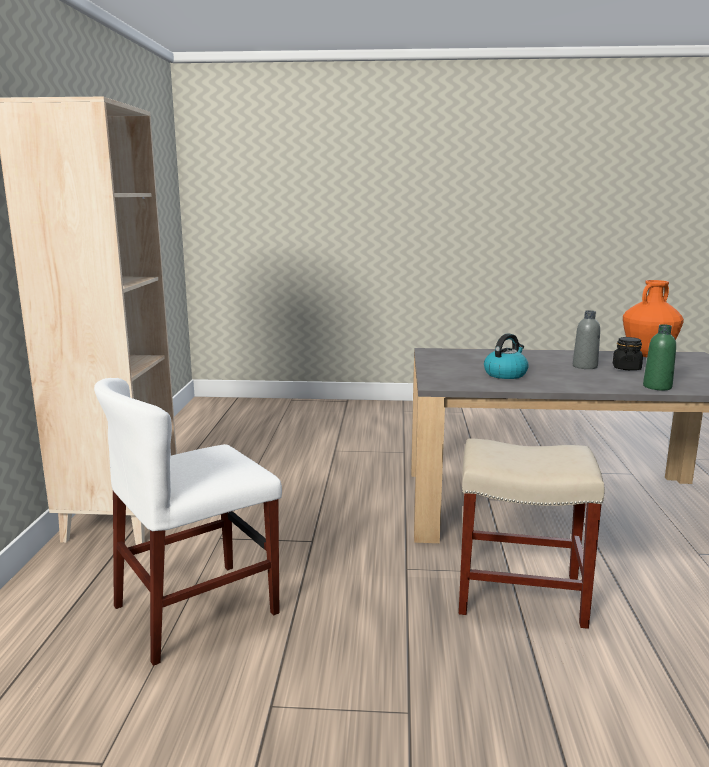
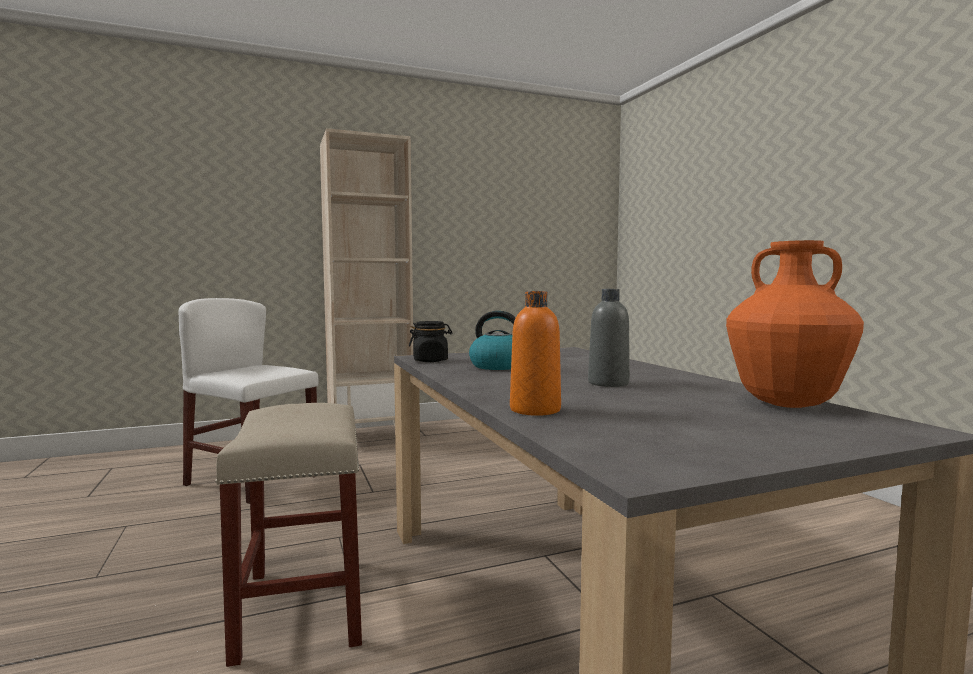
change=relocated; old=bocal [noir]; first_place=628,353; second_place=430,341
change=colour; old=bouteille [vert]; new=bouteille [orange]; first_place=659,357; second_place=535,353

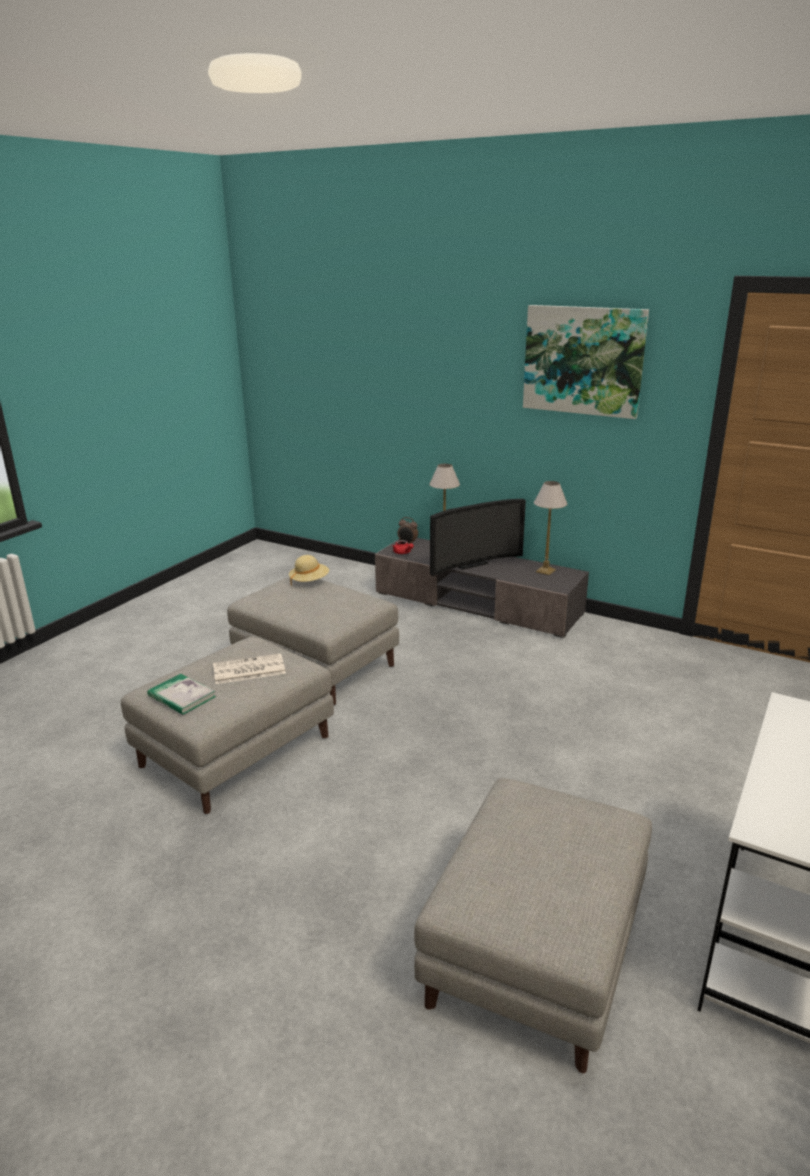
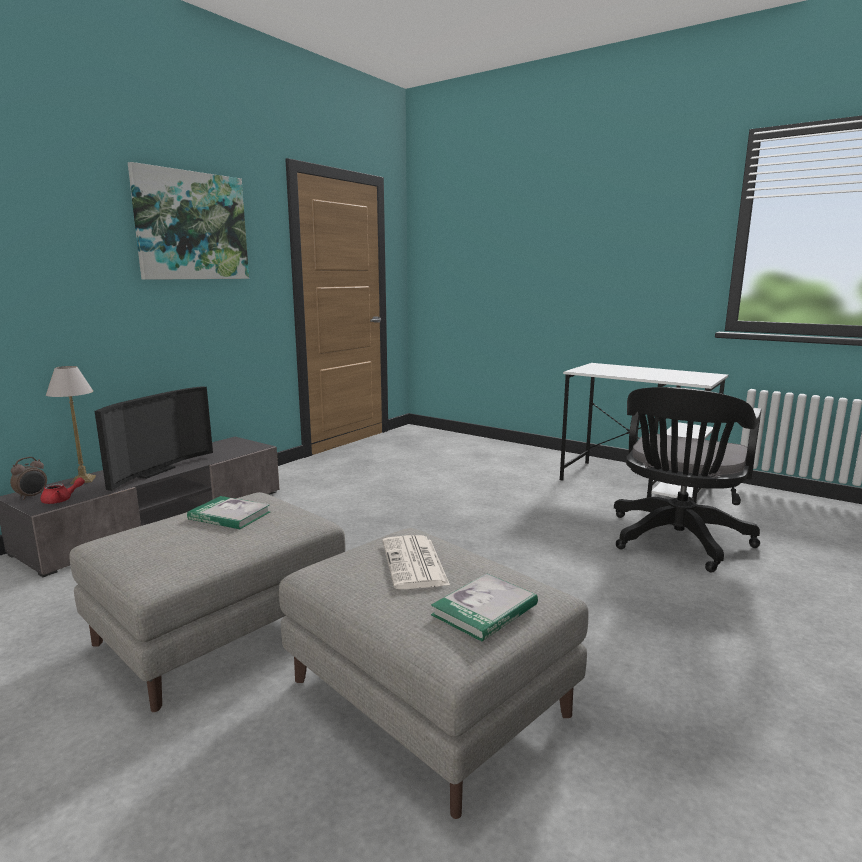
change=spun; old=téléviseur; first_place=478,537; second_place=154,438; degrees=45
change=appeared; new=livre; second_place=228,512
change=exchanged; old=pouf [gris]; new=chaise de bureau [noir]; first_place=533,925; second_place=688,479
change=missing; old=chapeau [beige]; first_place=309,570
change=missing; old=lampe de table; first_place=550,528

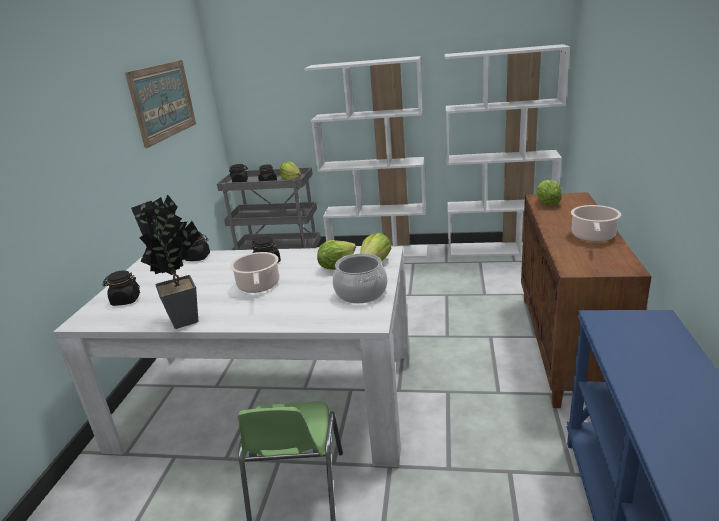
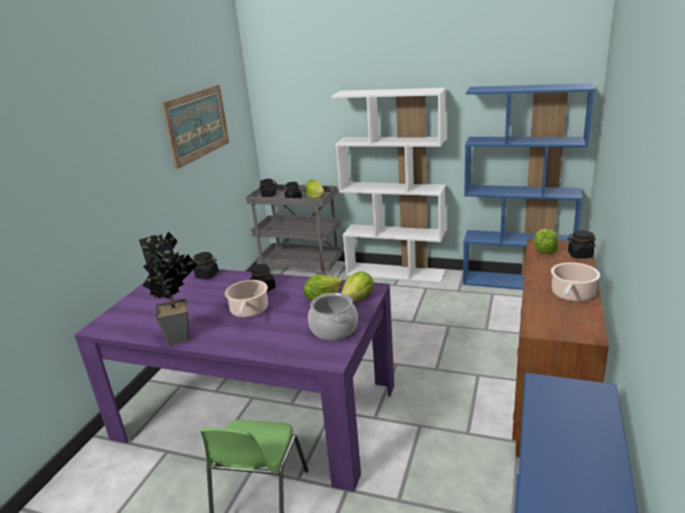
change=colour; old=table à manger [blanc]; new=table à manger [violet]; first_place=231,356; second_place=234,380
change=colour; old=bibliothèque [blanc]; new=bibliothèque [bleu]; first_place=507,150; second_place=529,186
change=relocated; old=bocal [noir]; first_place=121,288; second_place=581,244

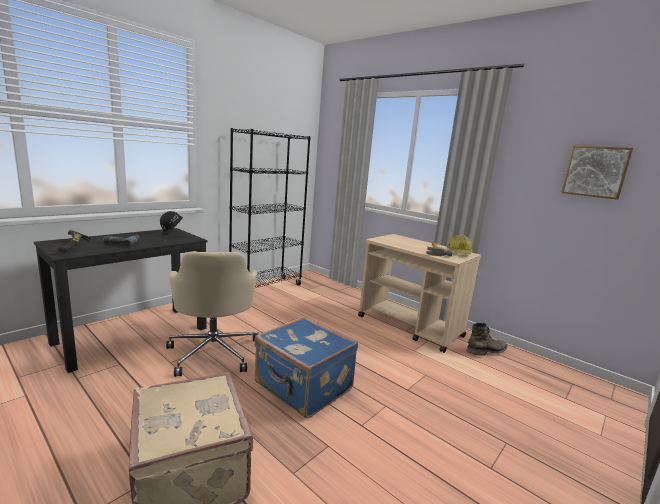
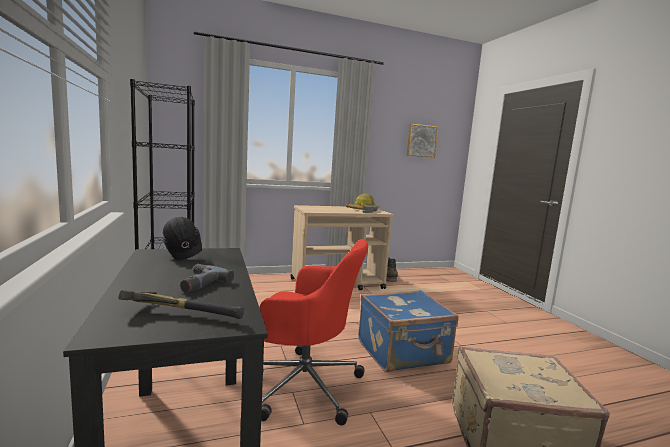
change=colour; old=chaise de bureau [beige]; new=chaise de bureau [rouge]; first_place=212,314; second_place=313,332

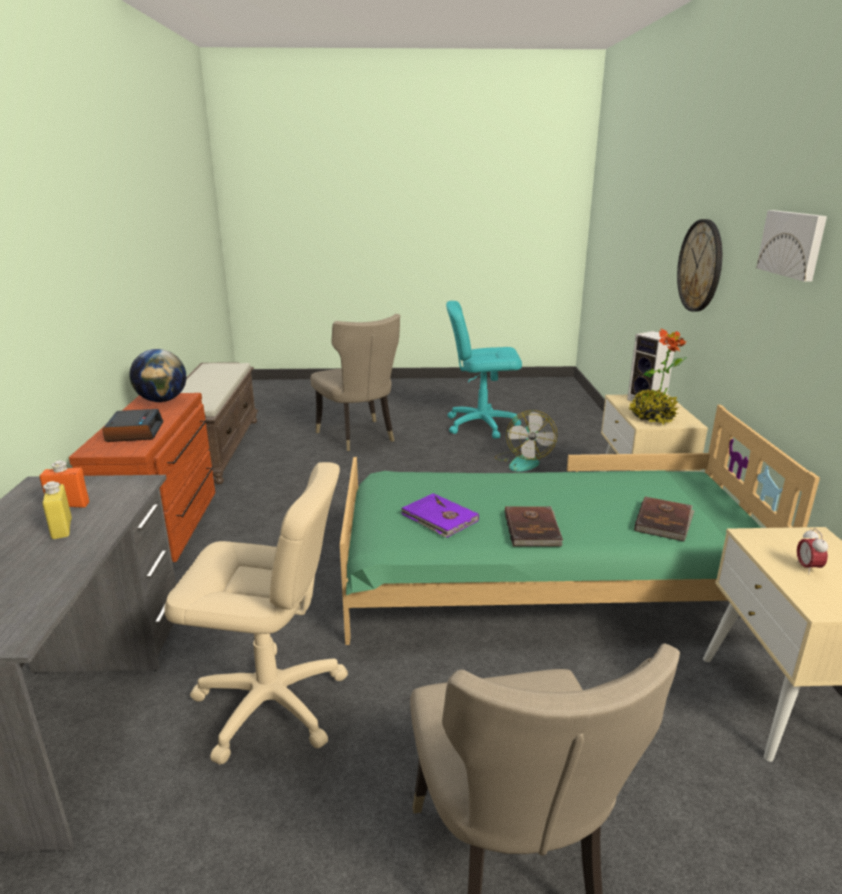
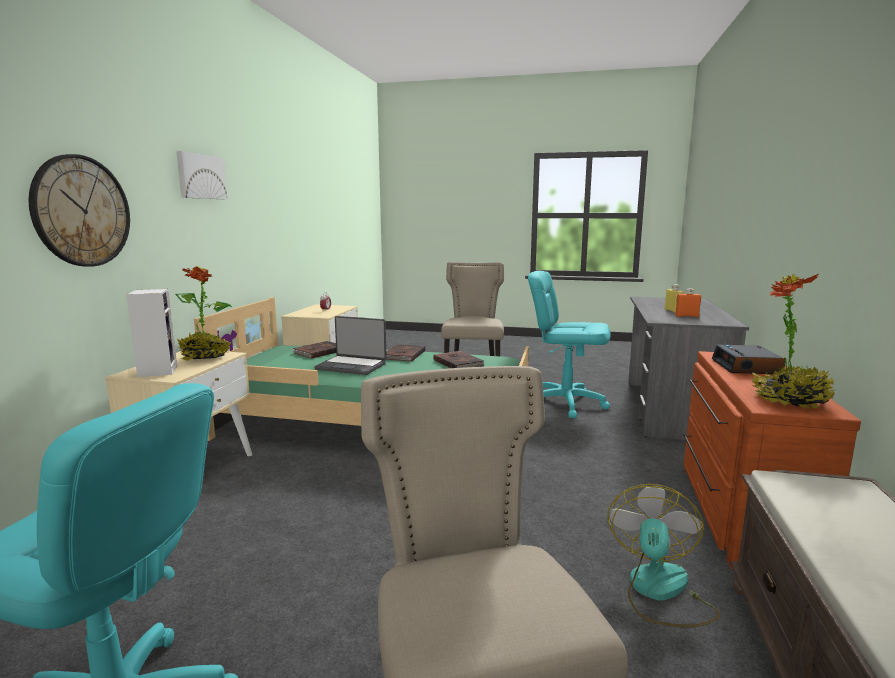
change=appeared; new=ordinateur portable; second_place=351,345
change=colour; old=livre [violet]; new=livre [marron]; first_place=440,515; second_place=458,359
change=colour; old=chaise de bureau [beige]; new=chaise de bureau [turquoise]; first_place=256,613; second_place=569,344
change=relocated; old=ventilateur; first_place=526,441; second_place=664,555
change=exchanged; old=globe; new=plante en pot; first_place=157,375; second_place=794,341

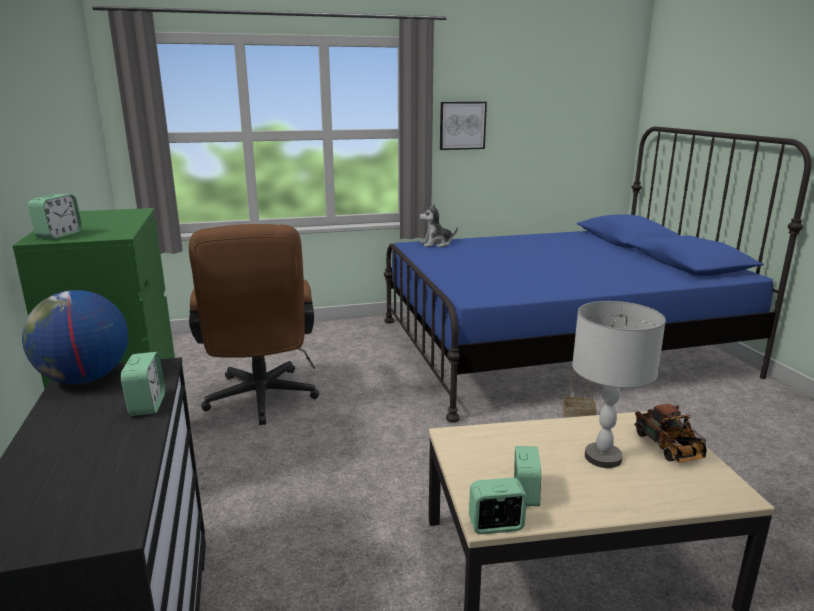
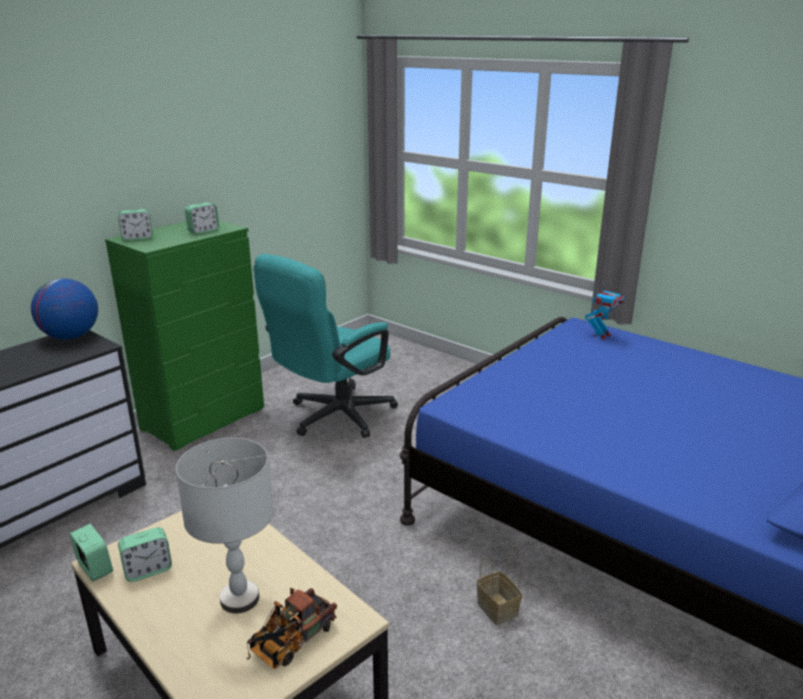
change=relocated; old=réveil; first_place=143,384; second_place=202,218
change=colour; old=chaise de bureau [marron]; new=chaise de bureau [turquoise]; first_place=254,324; second_place=326,346
change=exchanged; old=peluche; new=robot jouet; first_place=438,225; second_place=605,310
change=missing; old=tableau; first_place=463,126

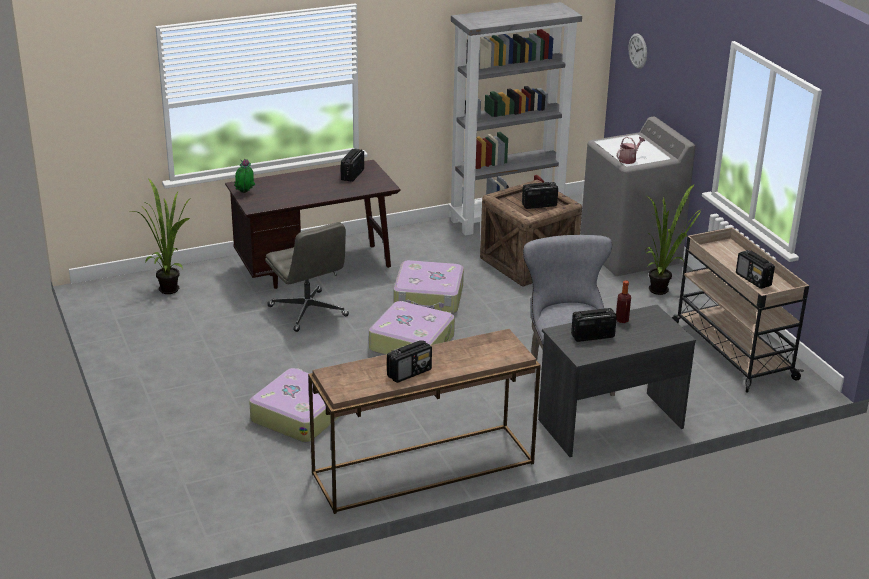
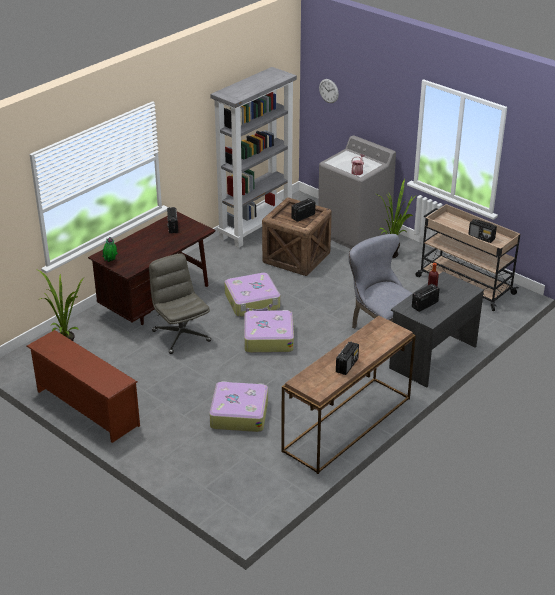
change=appeared; new=étagère à chaussures [marron]; second_place=83,386
change=spun; old=chaise de bureau [gris]; first_place=307,277; second_place=180,303; degrees=-150

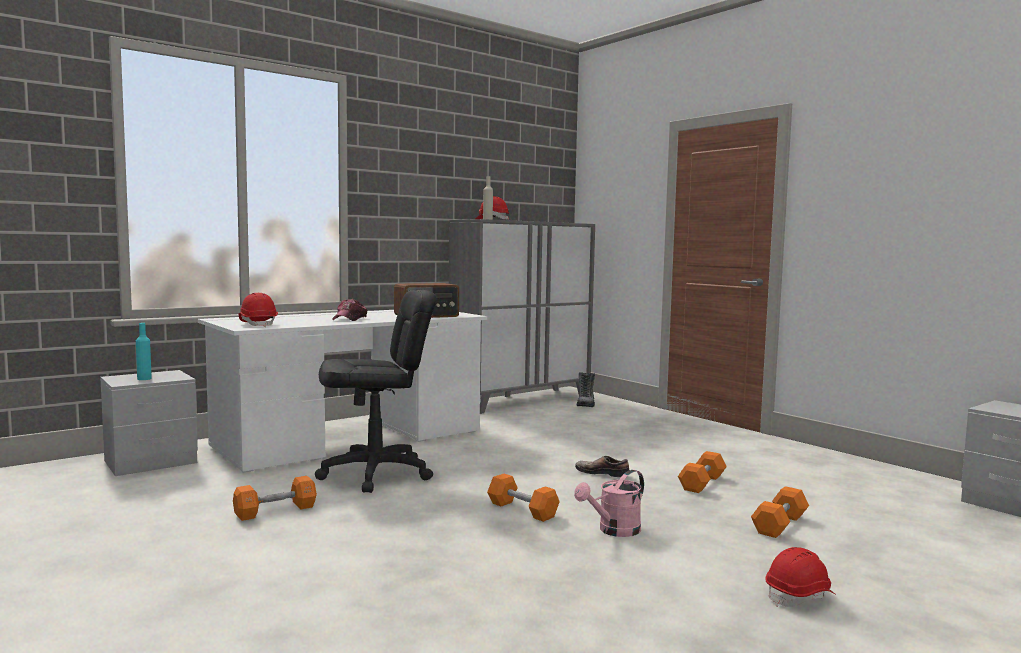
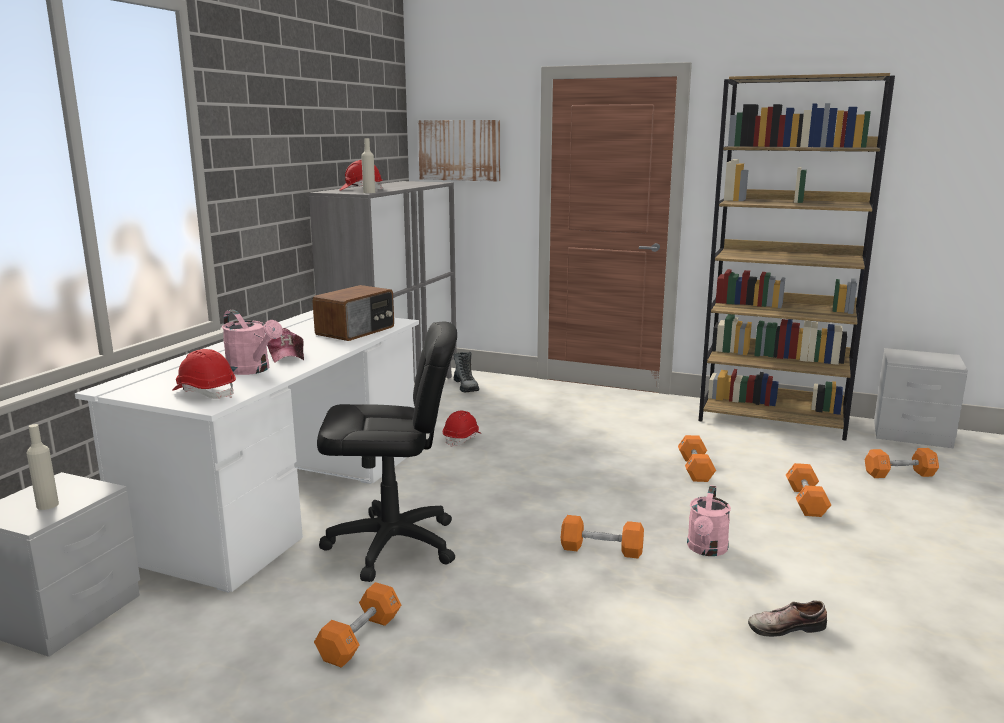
change=colour; old=bouteille [turquoise]; new=bouteille [beige]; first_place=144,351; second_place=43,467
change=appeared; new=arrosoir [rose]; second_place=252,342
change=spun; old=chaise de bureau [noir]; first_place=375,391; second_place=387,451; degrees=45
change=appeared; new=tableau; second_place=459,151
change=relocated; old=casque de chantier [rouge]; first_place=800,577; second_place=462,429
change=appeared; new=bibliothèque [marron]; second_place=797,256
change=relocated; old=chaussure; first_place=602,466; second_place=787,618
change=appeared; new=haltère [orange]; second_place=902,463

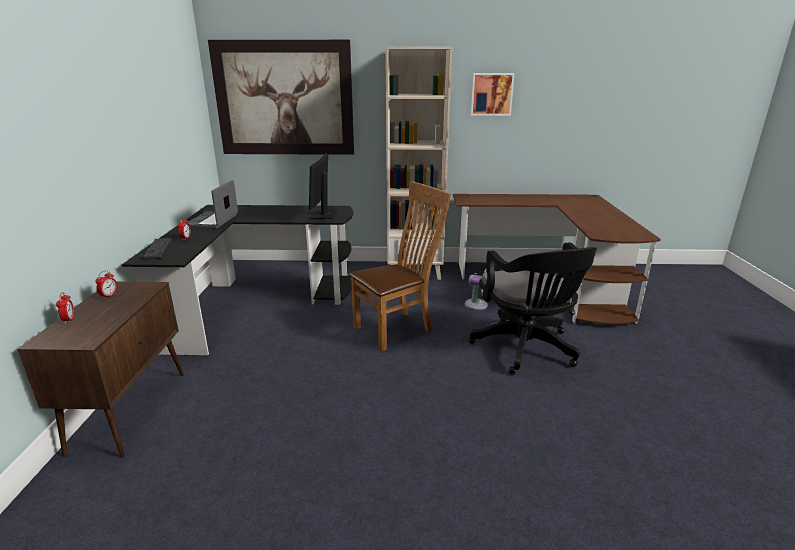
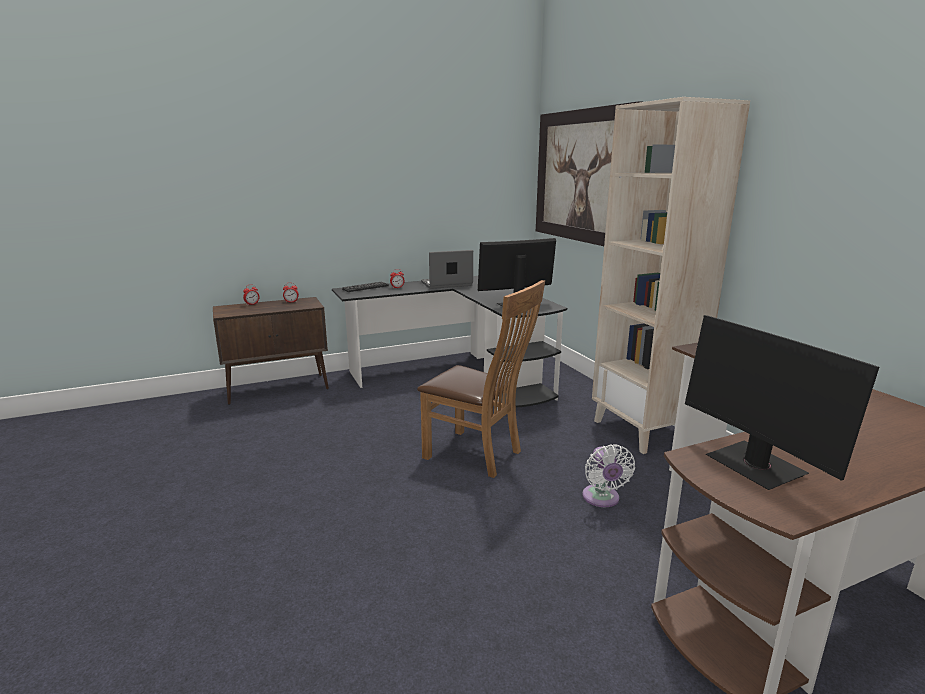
change=appeared; new=écran d'ordinateur; second_place=782,402
change=missing; old=chaise de bureau [noir]; first_place=532,308
change=missing; old=tableau; first_place=492,94

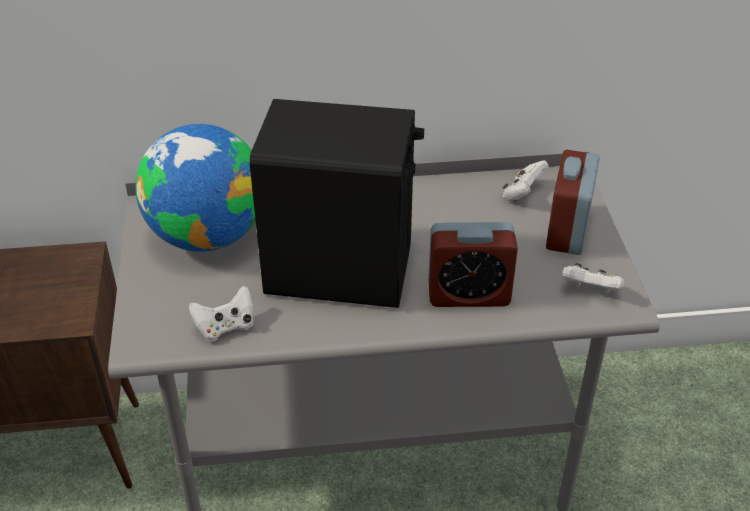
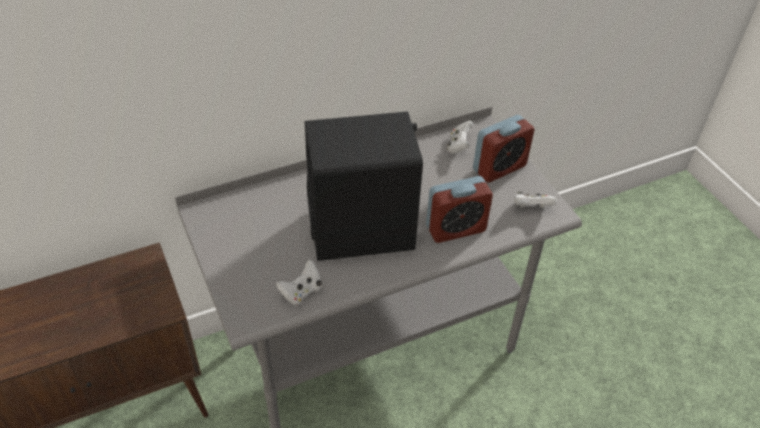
change=spun; old=réveil; first_place=573,202; second_place=504,149; degrees=-120
change=missing; old=globe; first_place=195,188

